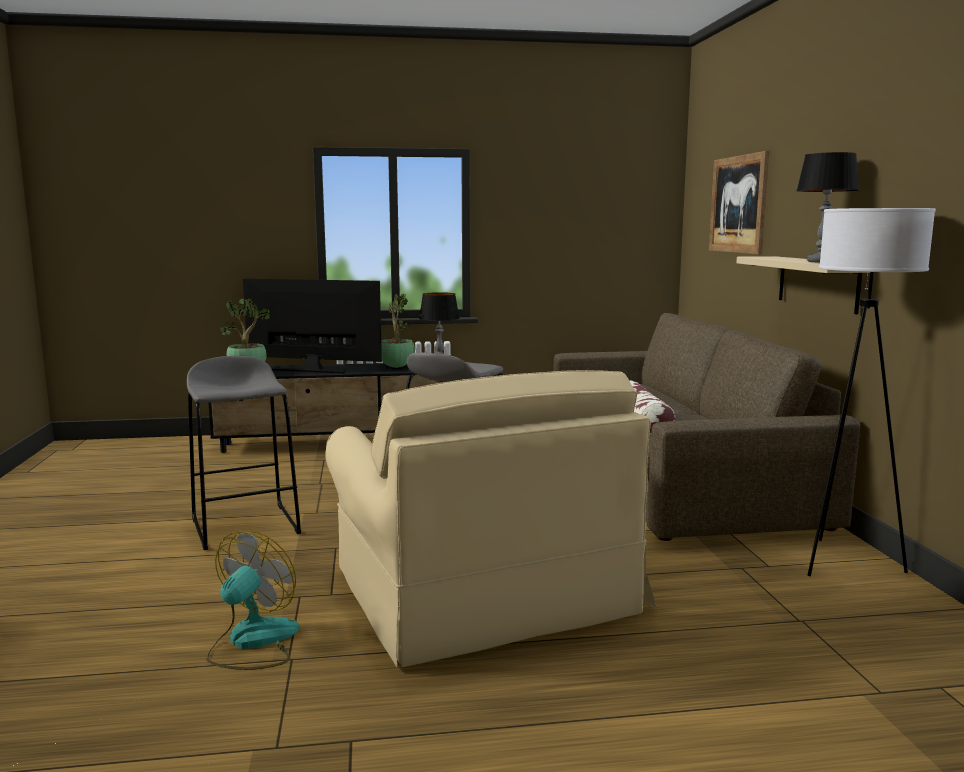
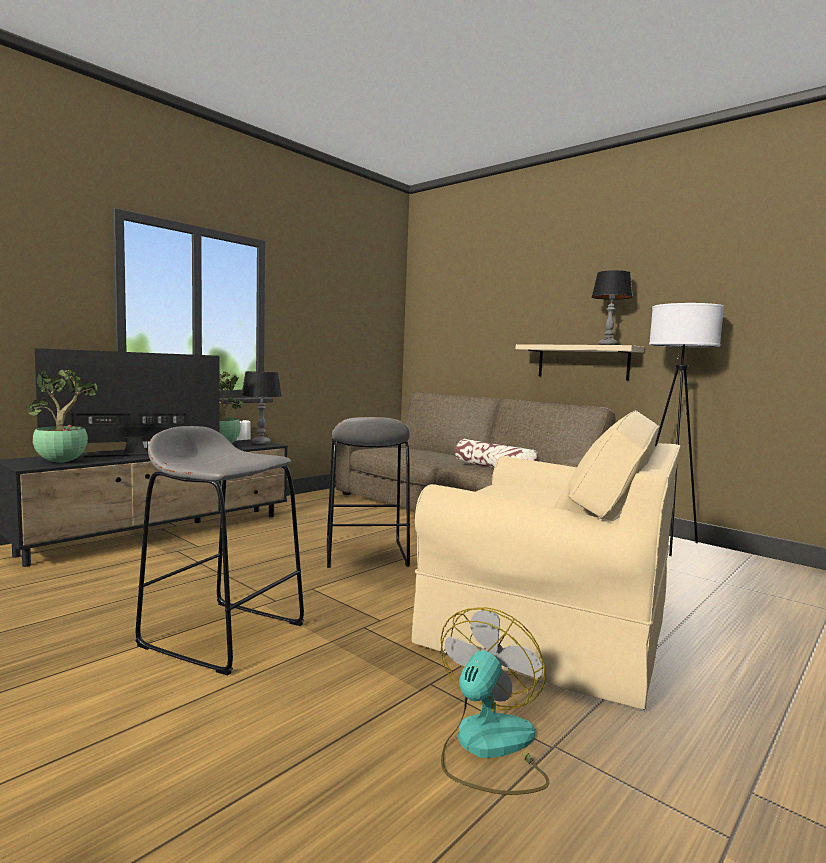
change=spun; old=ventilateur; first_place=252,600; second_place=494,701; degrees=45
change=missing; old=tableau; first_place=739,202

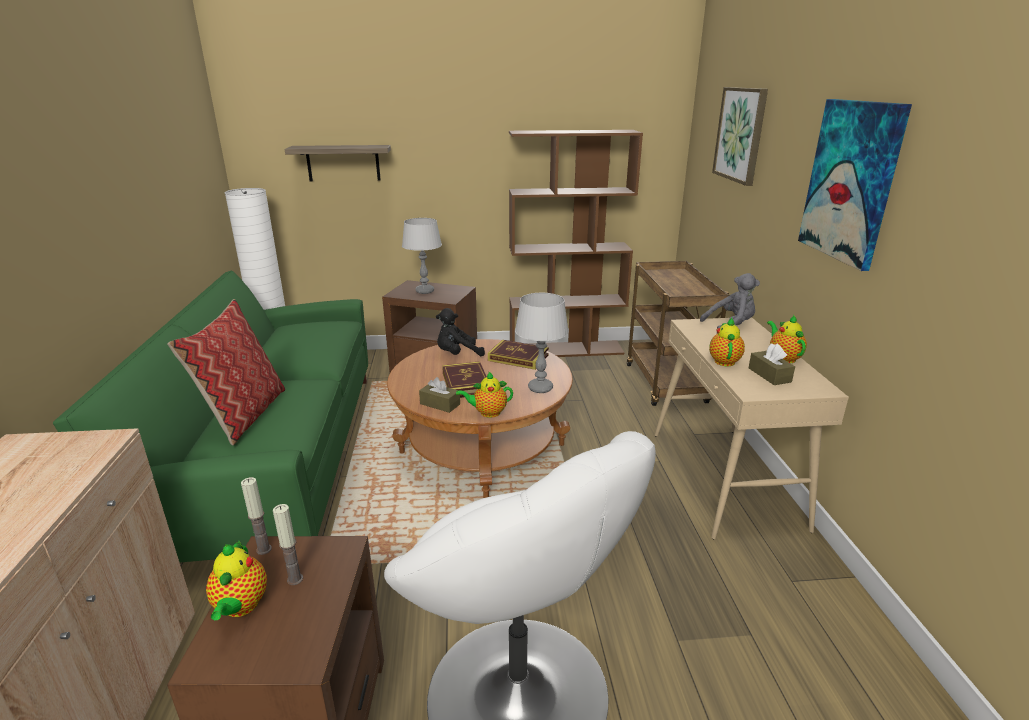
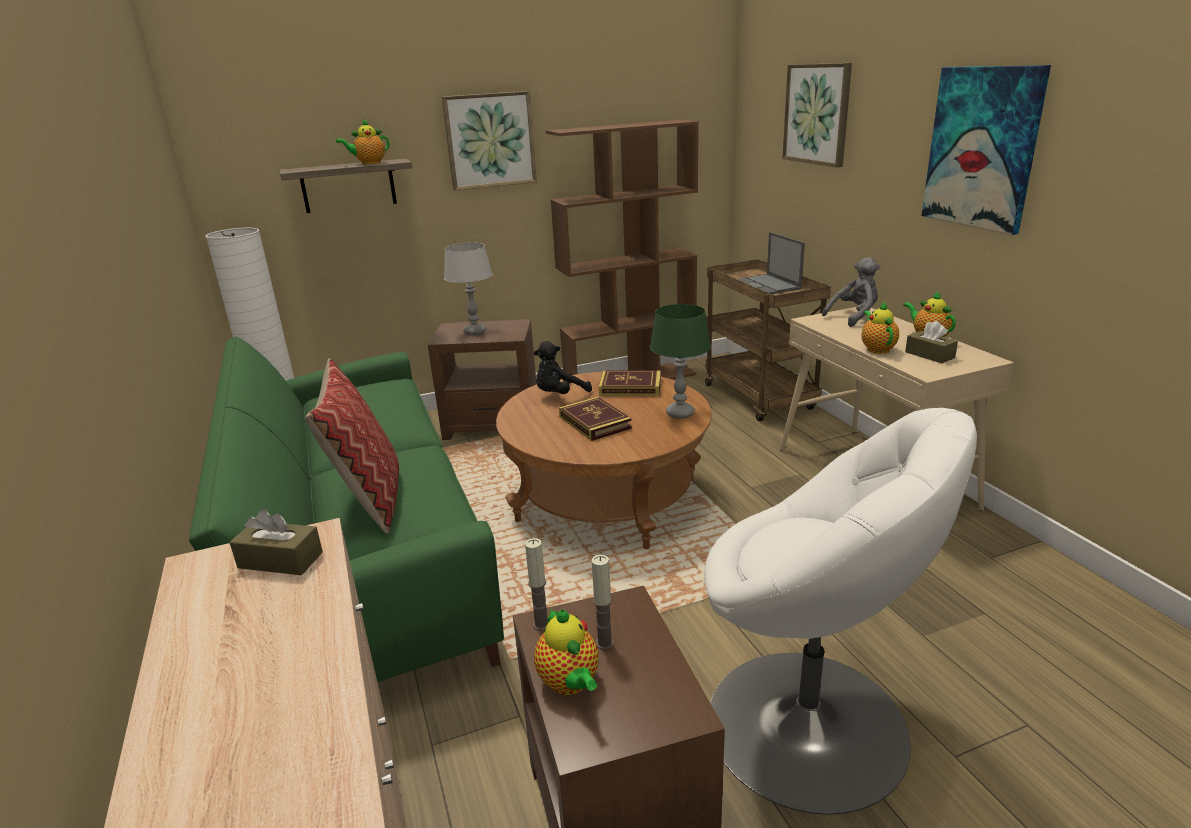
change=relocated; old=boîte à mouchoirs [marron]; first_place=439,395; second_place=276,542
change=relocated; old=théière; first_place=484,394; second_place=363,141
change=appeared; new=tableau; second_place=489,141
change=colour; old=lampe de table [gris]; new=lampe de table [vert]; first_place=542,343; second_place=680,361
change=appeared; new=ordinateur portable; second_place=771,263

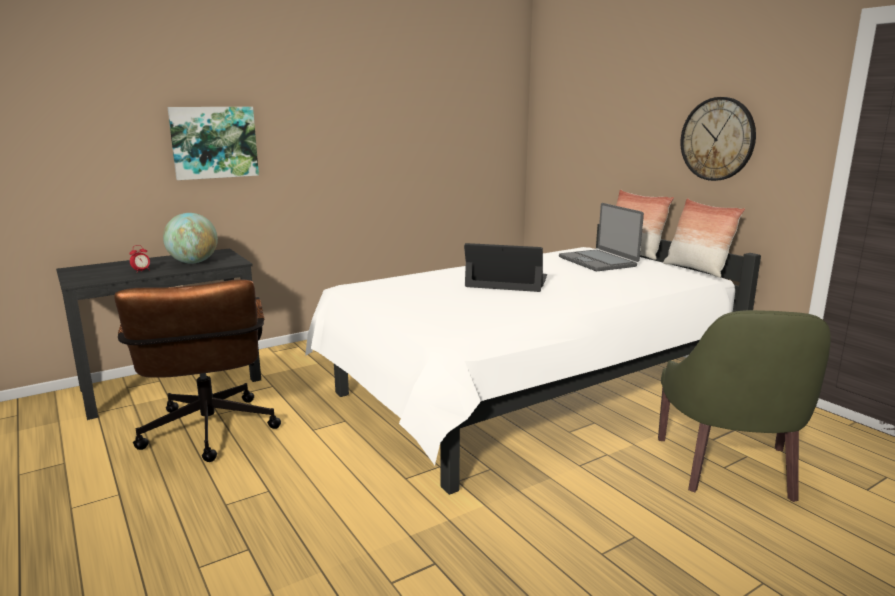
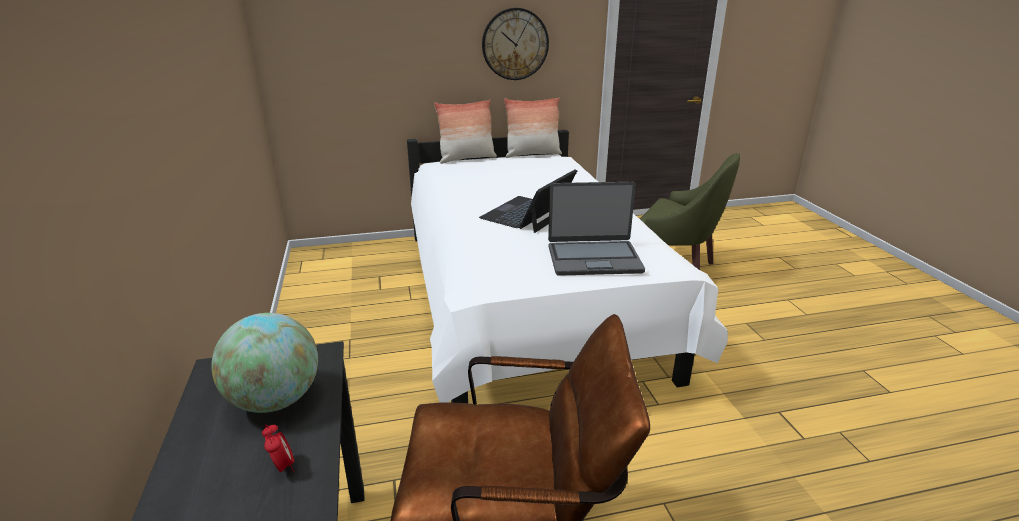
change=relocated; old=ordinateur portable; first_place=601,237; second_place=596,229
change=missing; old=tableau; first_place=213,143

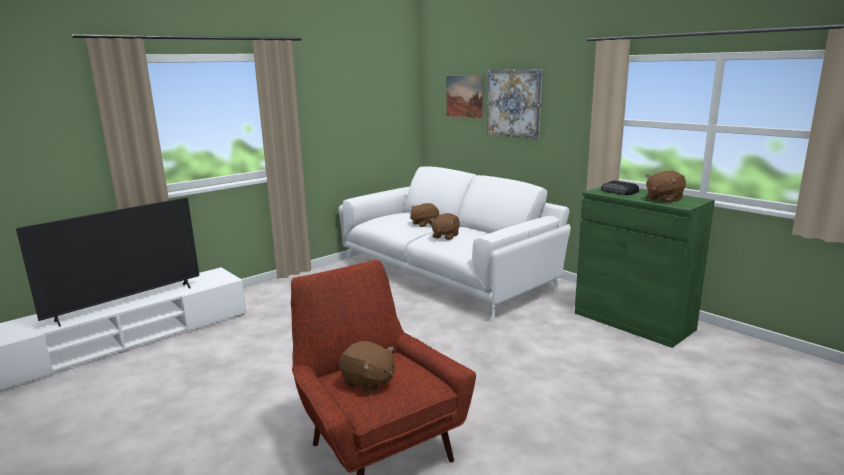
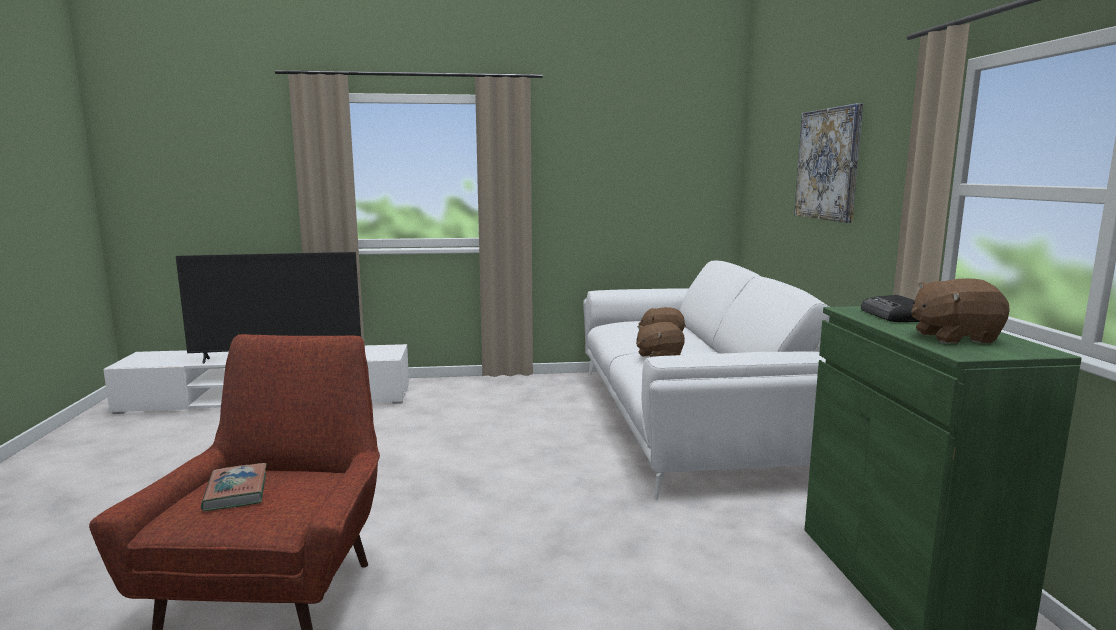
change=exchanged; old=peluche [marron]; new=livre; first_place=367,367; second_place=234,487
change=missing; old=tableau; first_place=465,97

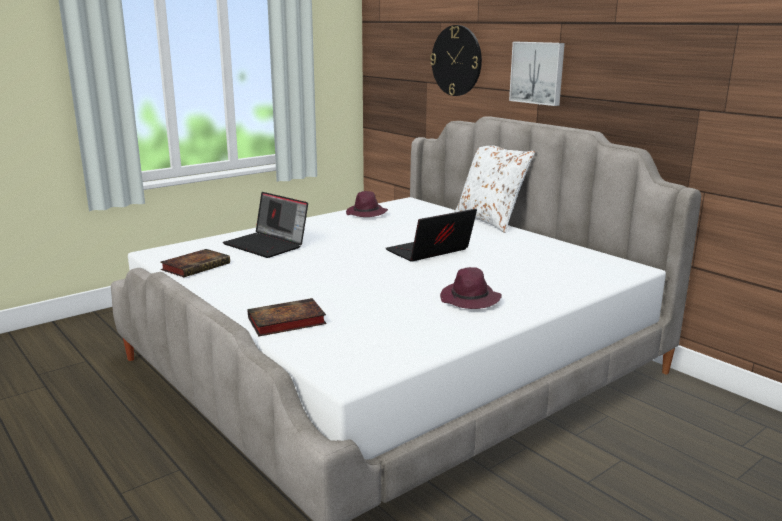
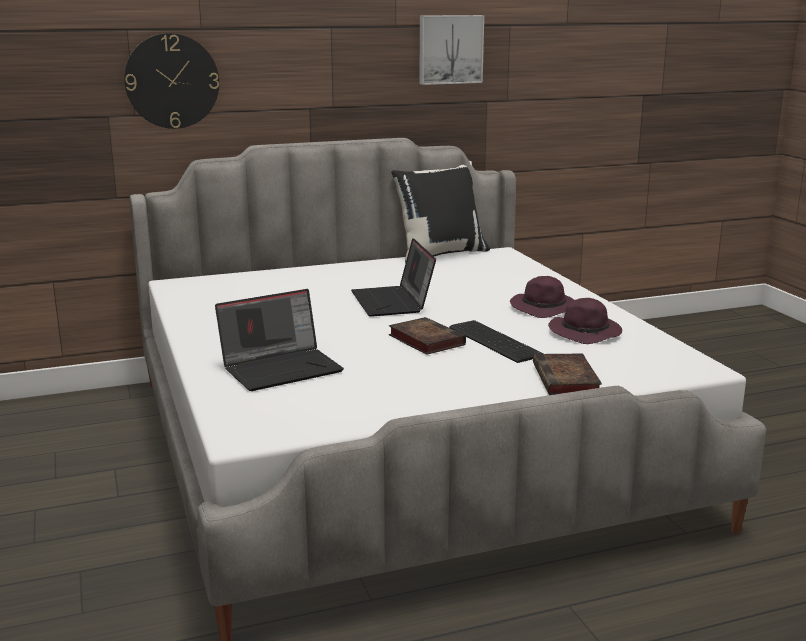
change=relocated; old=livre; first_place=195,263; second_place=427,336
change=appeared; new=coussin [noir]; second_place=440,212
change=relocated; old=tableau; first_place=537,74; second_place=451,50
change=appeared; new=clavier; second_place=496,341
change=relocated; old=chapeau [violet]; first_place=367,204; second_place=585,321
change=missing; old=coussin [blanc]; first_place=495,189

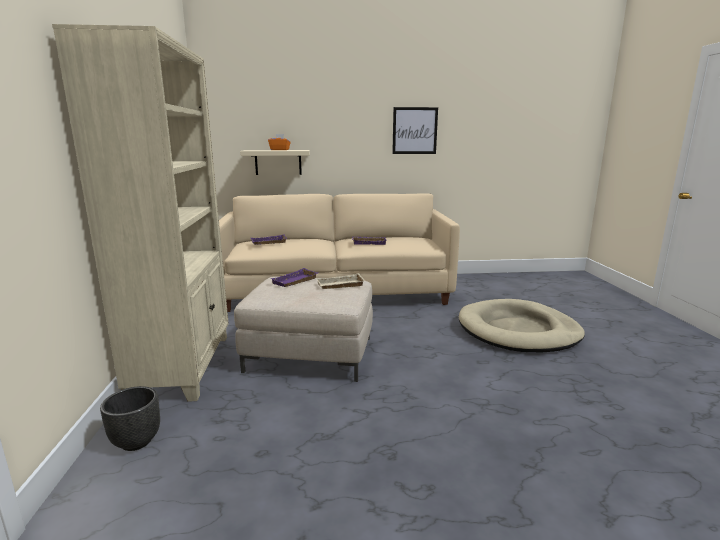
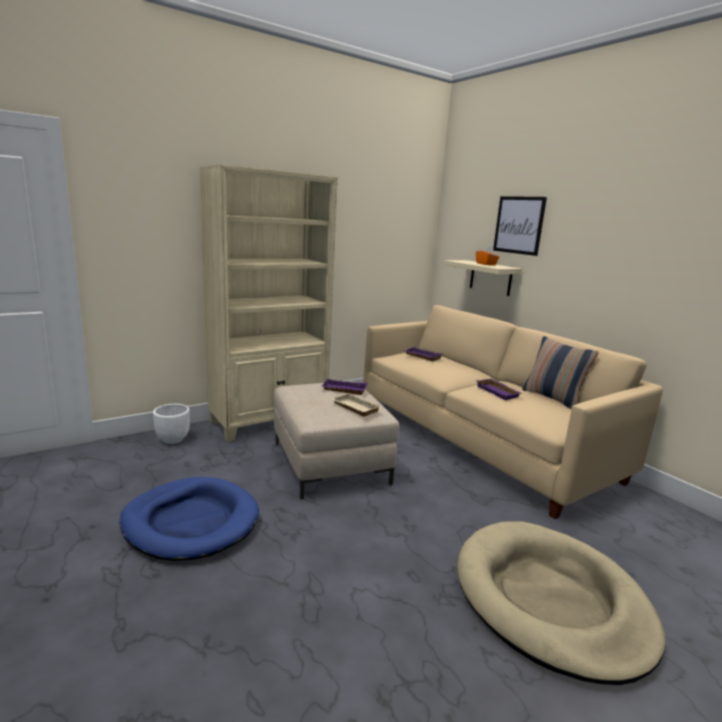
change=appeared; new=panier pour chien [bleu]; second_place=189,519
change=colour; old=cache-pot [noir]; new=cache-pot [blanc]; first_place=130,418; second_place=171,424
change=relocated; old=tableau; first_place=415,130; second_place=520,226
change=appeared; new=coussin; second_place=560,373

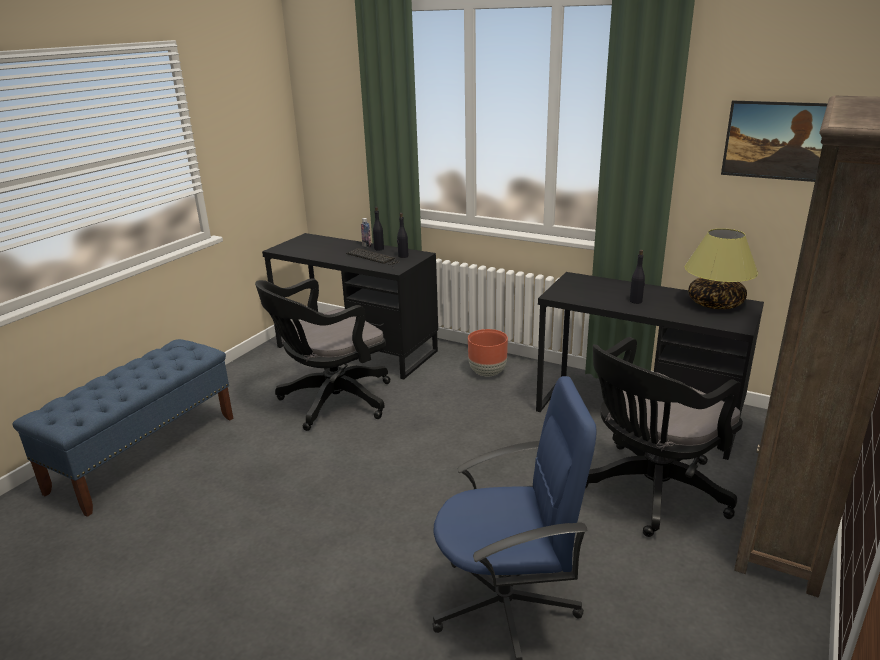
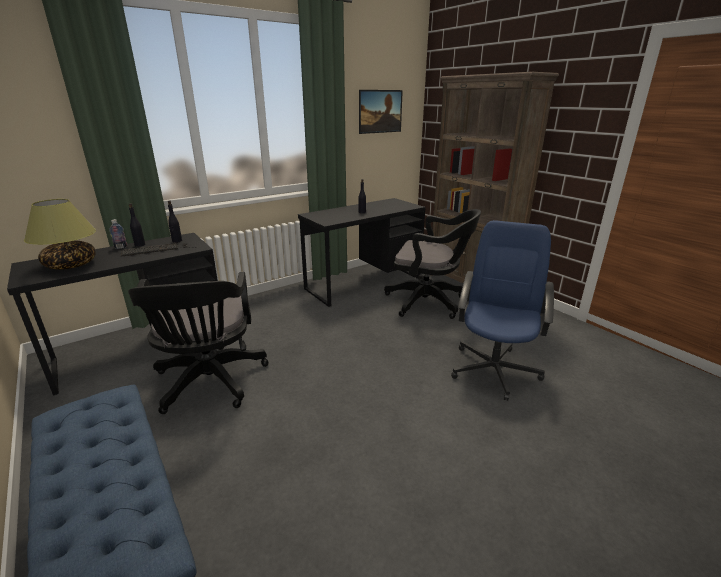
change=relocated; old=lampe de table; first_place=721,268; second_place=60,234
change=spun; old=chaise de bureau [noir]; first_place=664,437; second_place=432,264; degrees=-60
change=missing; old=cache-pot [marron]; first_place=488,353

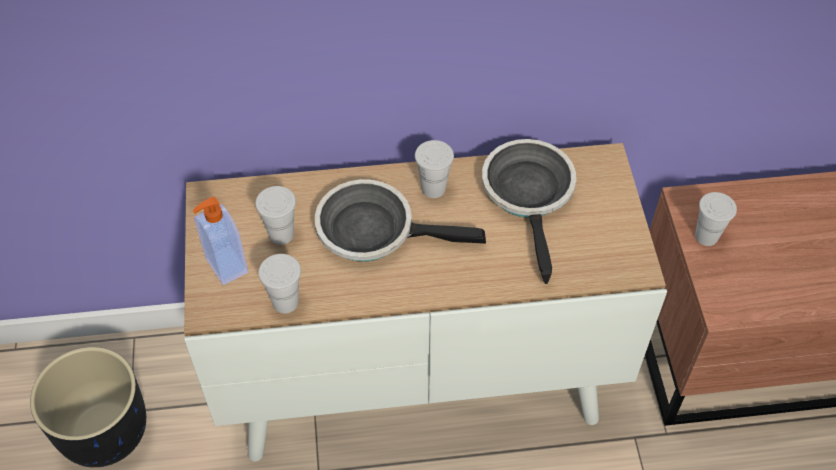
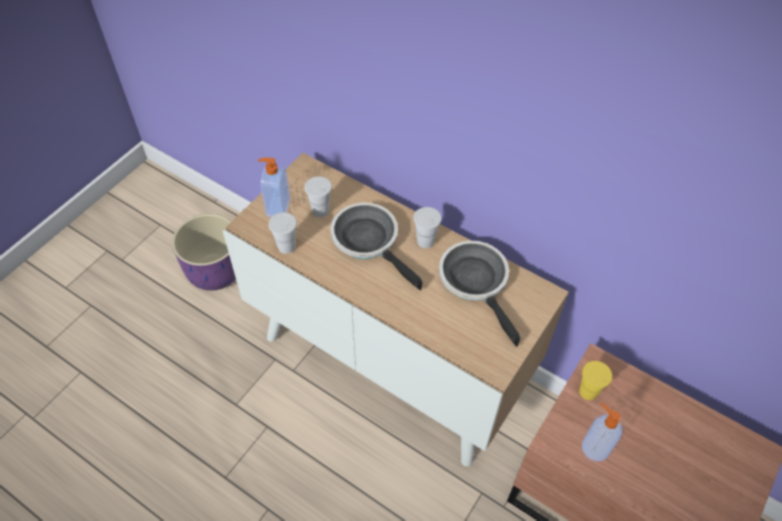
change=colour; old=cache-pot [noir]; new=cache-pot [violet]; first_place=88,407; second_place=204,252
change=spun; old=poêle; first_place=529,211; second_place=479,294; degrees=-60
change=colour; old=tasse [blanc]; new=tasse [jaune]; first_place=716,219; second_place=595,380
change=appeared; new=distributeur de savon; second_place=602,432

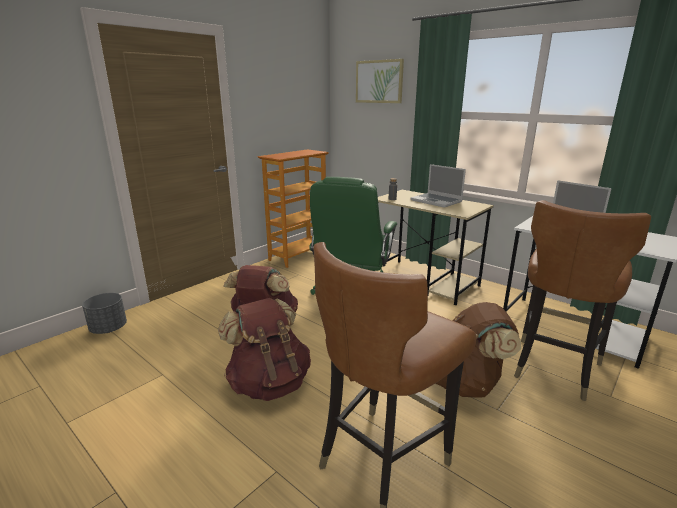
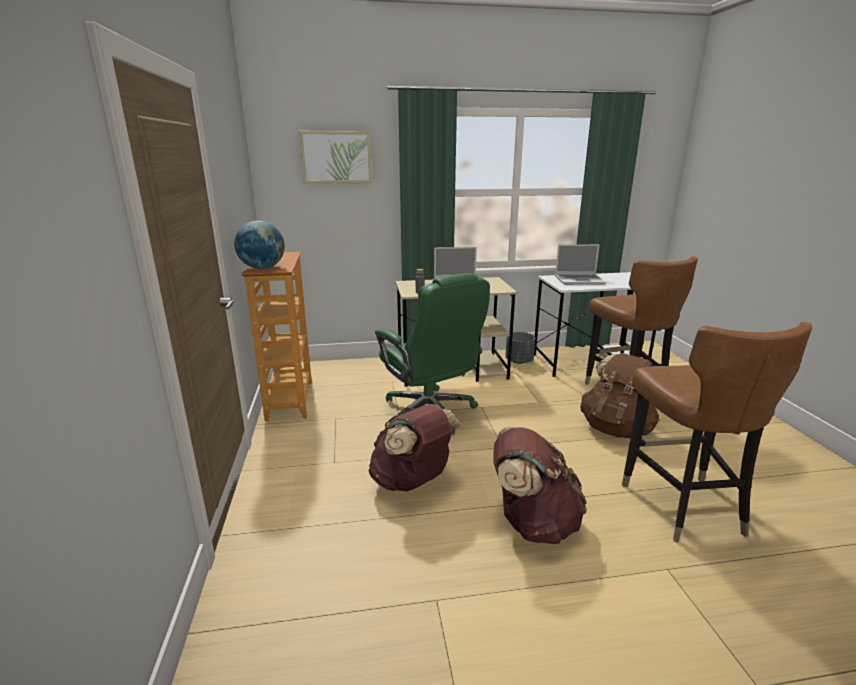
change=appeared; new=globe; second_place=259,244
change=relocated; old=cache-pot [gris]; first_place=104,313; second_place=520,348

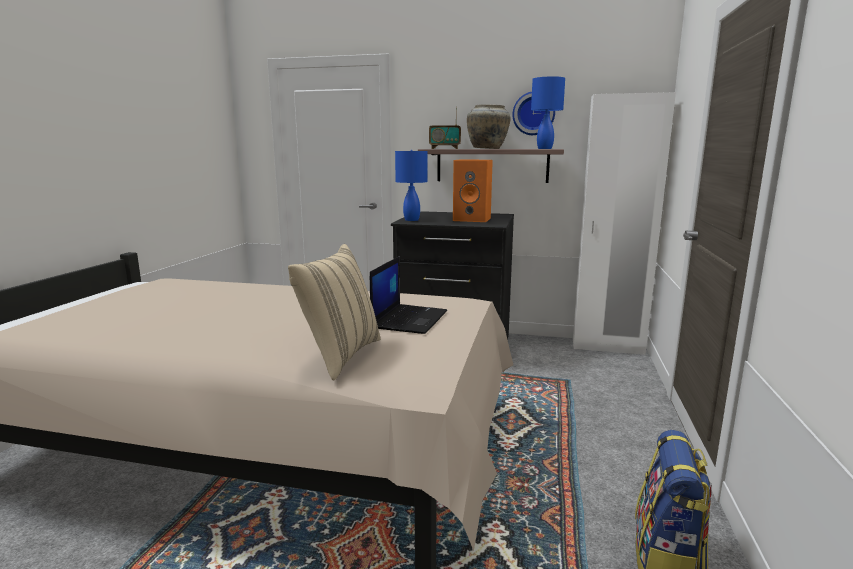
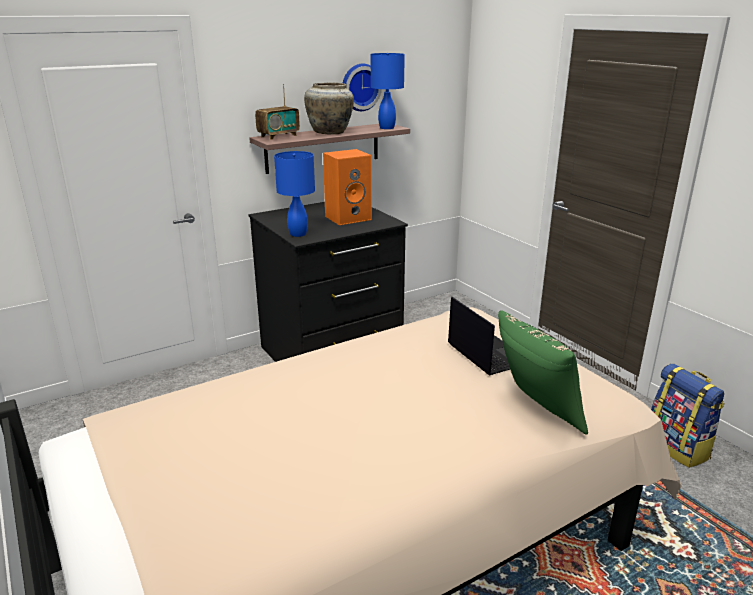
change=colour; old=coussin [beige]; new=coussin [vert]; first_place=334,312; second_place=543,372
change=missing; old=armoire [blanc]; first_place=624,223

